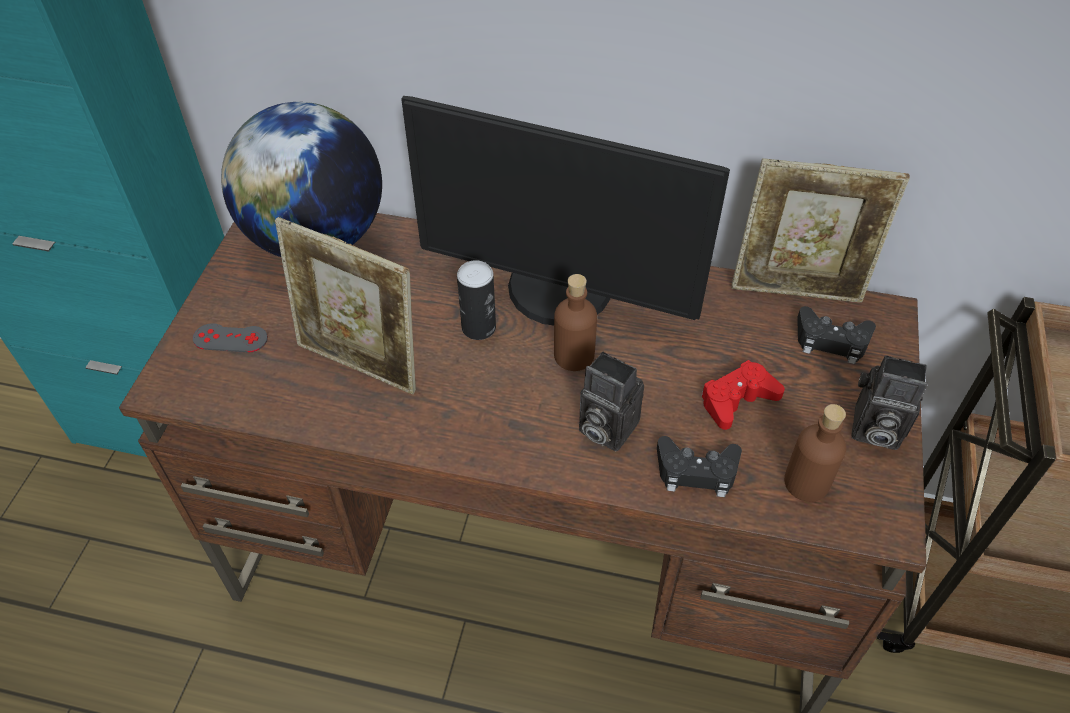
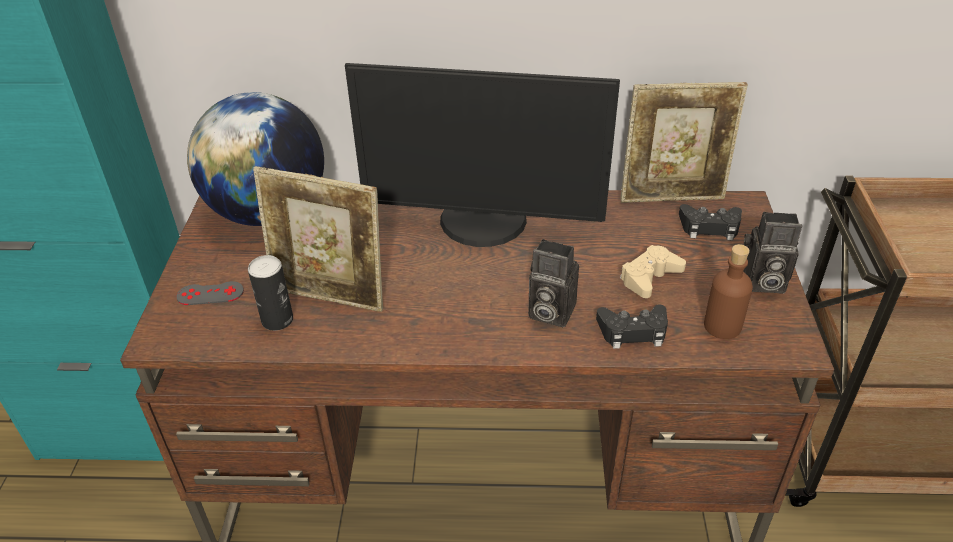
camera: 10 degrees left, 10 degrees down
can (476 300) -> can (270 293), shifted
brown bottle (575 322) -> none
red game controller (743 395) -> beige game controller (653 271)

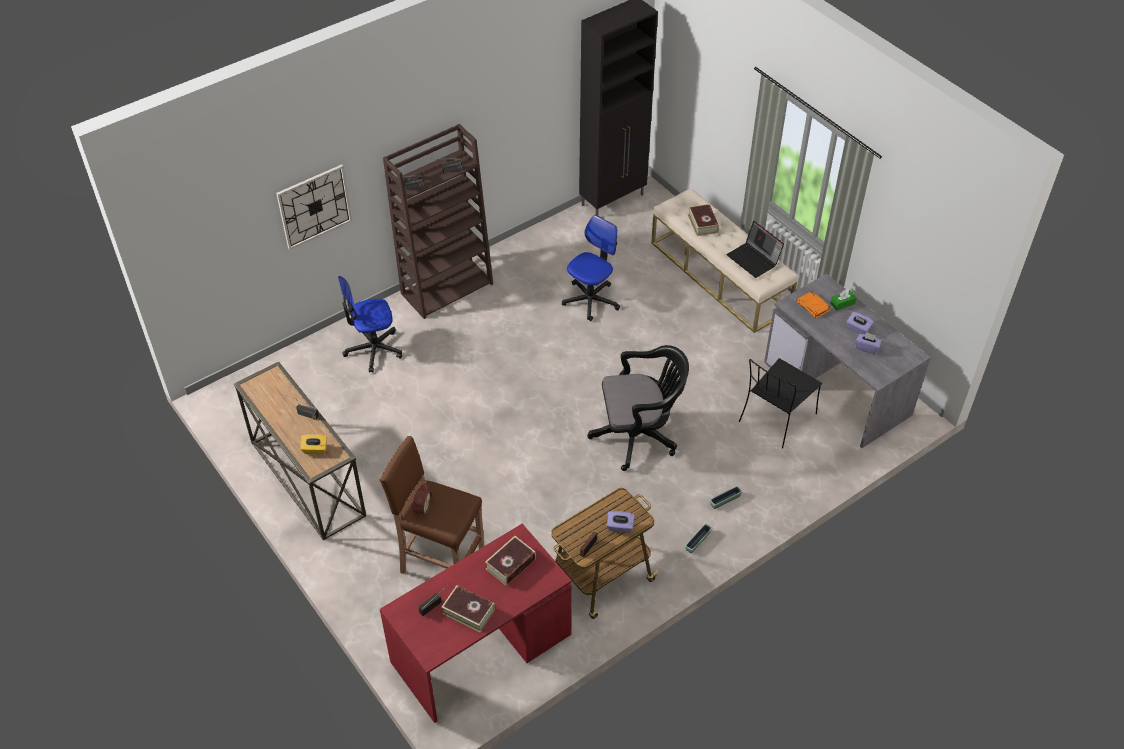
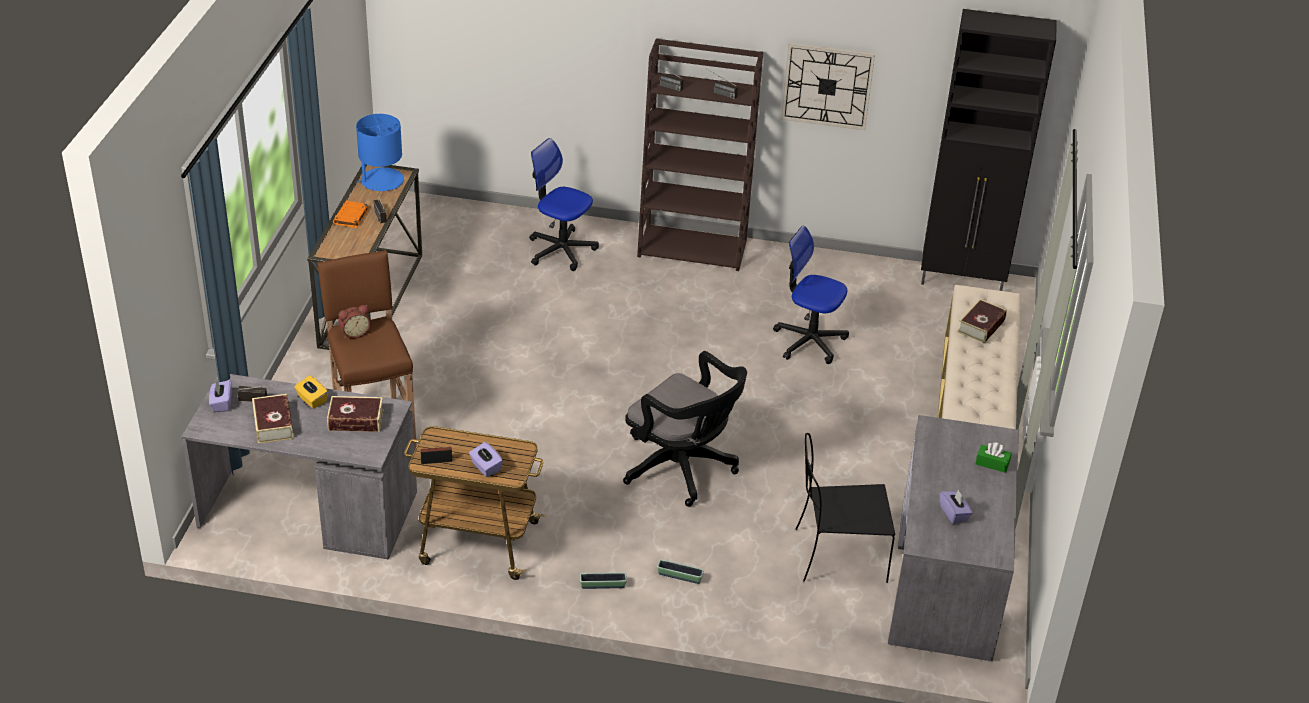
camera: 45 degrees right, 10 degrees down
wall clock (314 207) -> wall clock (828 86), shifted
yellow tissue box (313 444) -> yellow tissue box (311 392), shifted
red desk (476 623) -> grey desk (299 466)
office chair (591 268) -> office chair (811 295), 150 degrees counterclockwise
laptop (755 249) -> none
orange book (814 304) -> orange book (351 214), shifted
purple tissue box (860 323) -> purple tissue box (220 396), shifted
none -> blue table lamp (379 152)

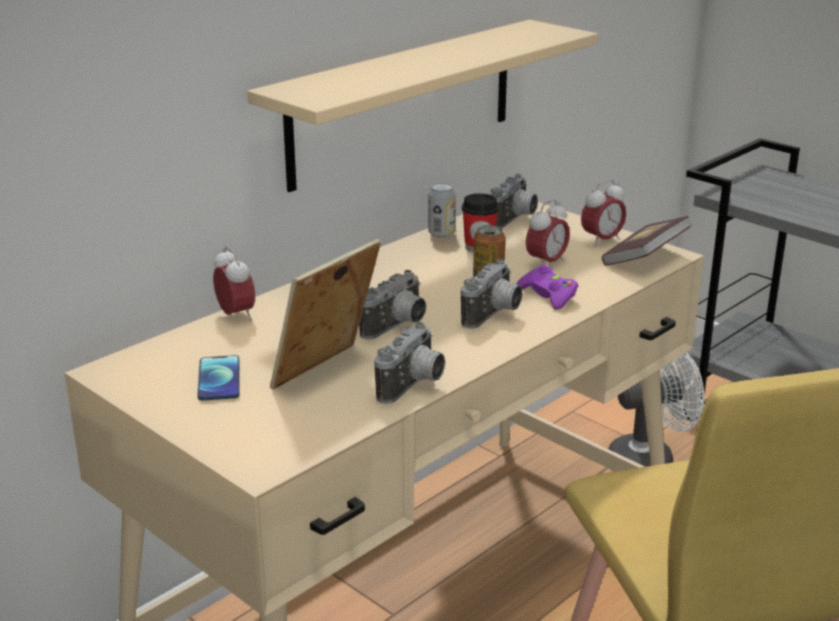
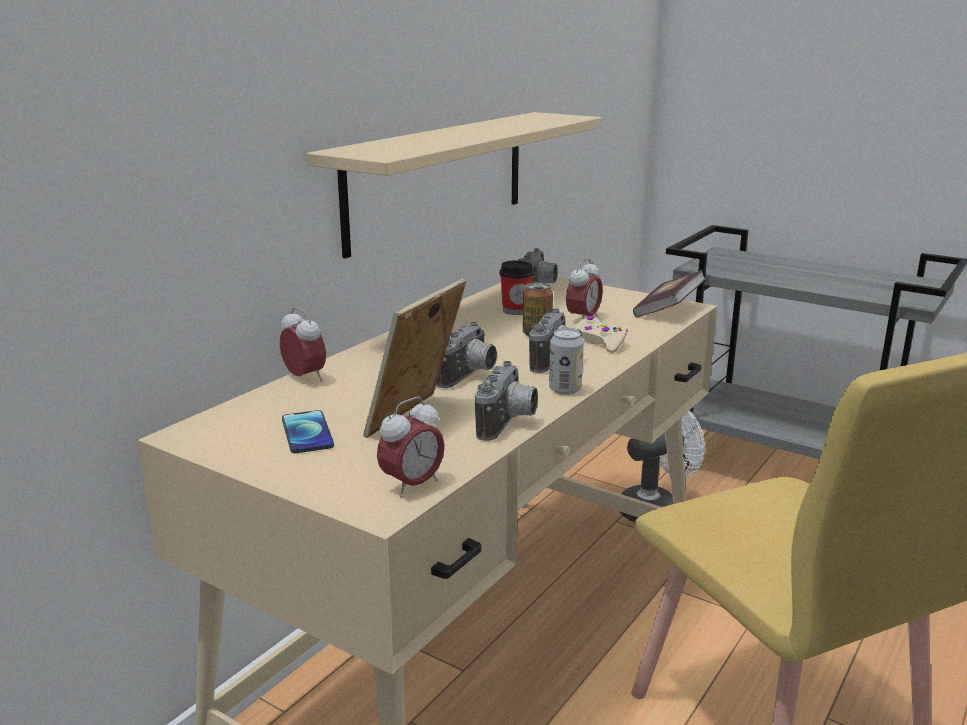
camera: 10 degrees left, 5 degrees down
can (442 210) -> can (566 362), shifted
purple game controller (547 287) -> beige game controller (600 334)
alarm clock (603 213) -> alarm clock (411 447), shifted

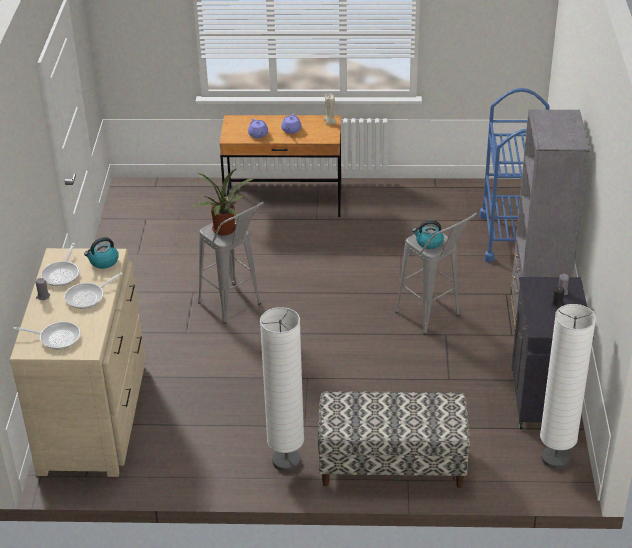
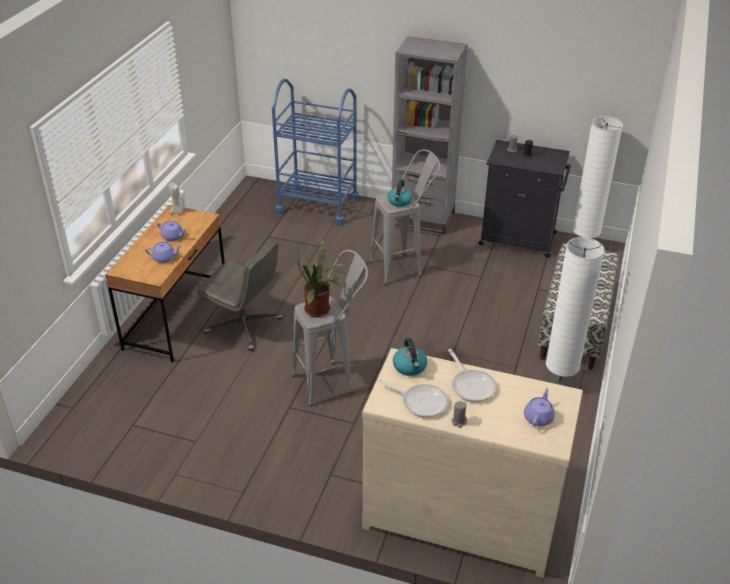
camera: 75 degrees left, 0 degrees up
frying pan (47 335) -> purple teapot (539 407)
none -> grey office chair (240 295)

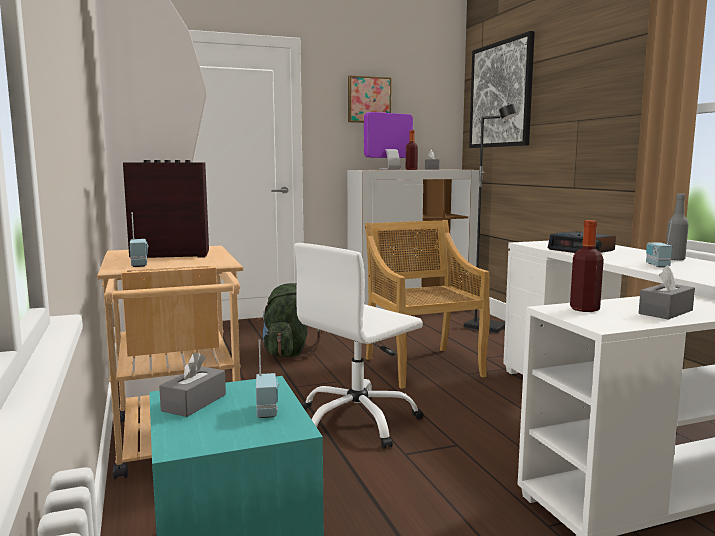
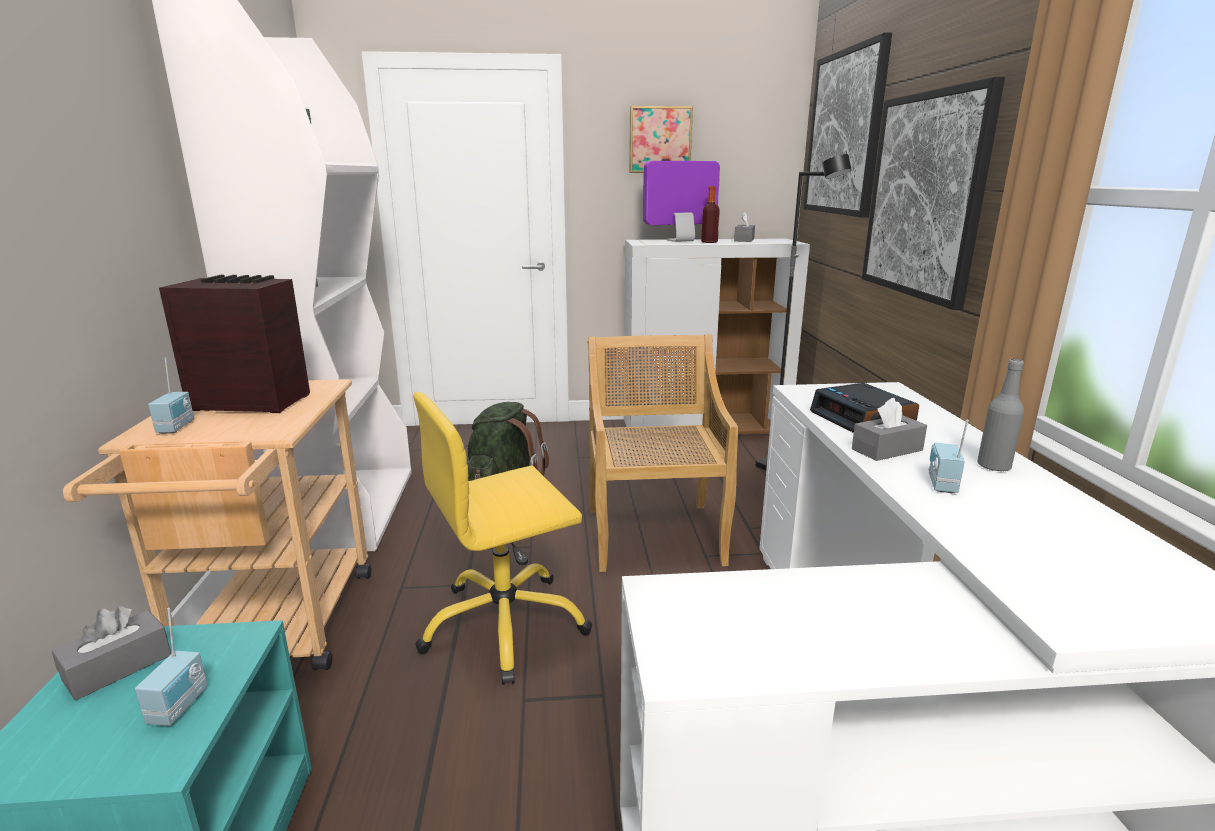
camera: 15 degrees right, 10 degrees up
white office chair (358 346) -> yellow office chair (502 538)
bottle (587 266) -> none
grey tissue box (667 292) -> grey tissue box (889 429), shifted
none -> picture (933 193)

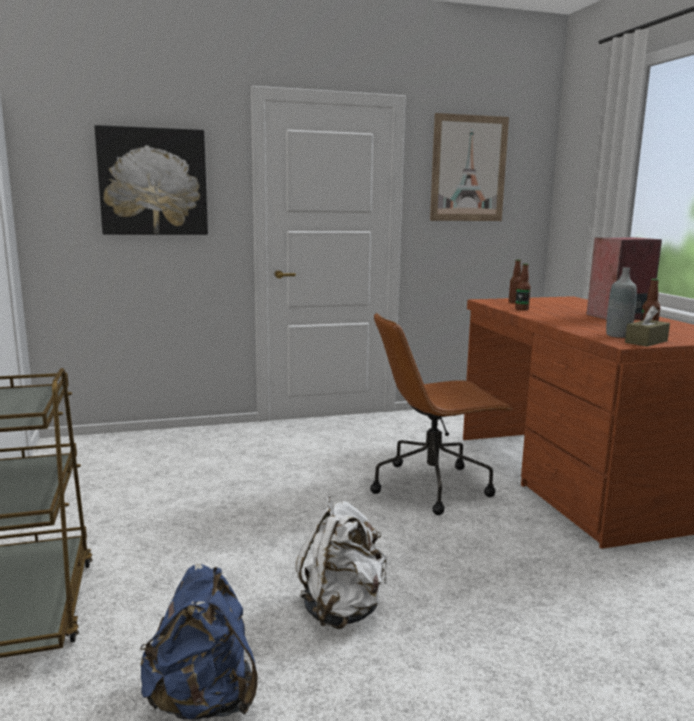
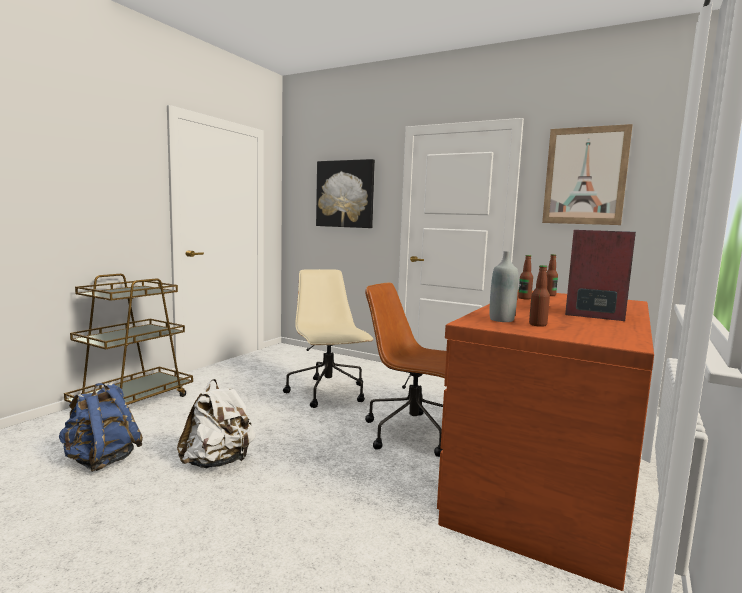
camera: 45 degrees right, 5 degrees down
brown tissue box (647 326) -> none
none -> beige office chair (328 338)

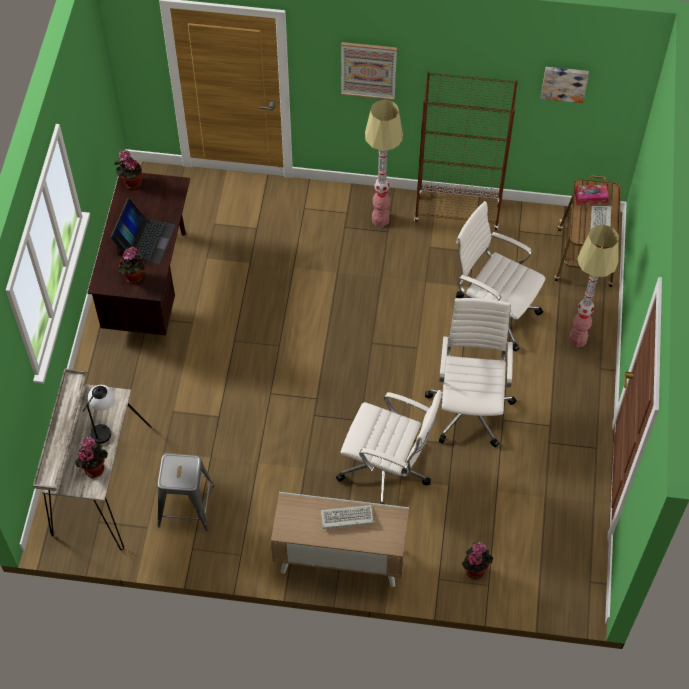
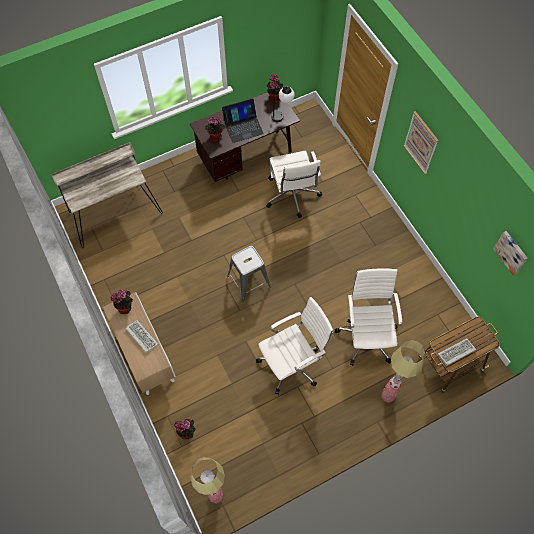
camera: 55 degrees right, 5 degrees up
potted plant (91 457) -> potted plant (122 301), shifted
table lamp (98 414) -> table lamp (282 104), shifted
grey stool (186 492) -> grey stool (249 274), shifted
white office chair (389 447) -> white office chair (294 184), shifted
floor lamp (384 163) -> floor lamp (207 480), shifted
brown bookcase (466 151) -> none
tissue box (592 195) -> none

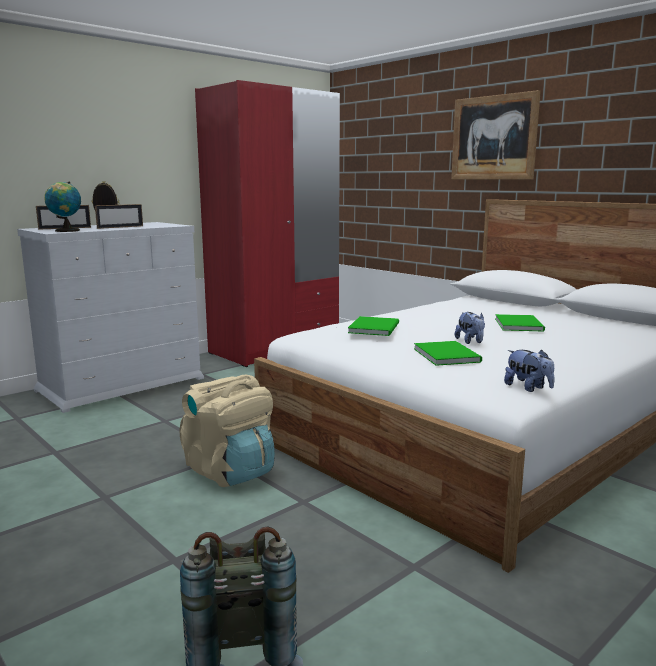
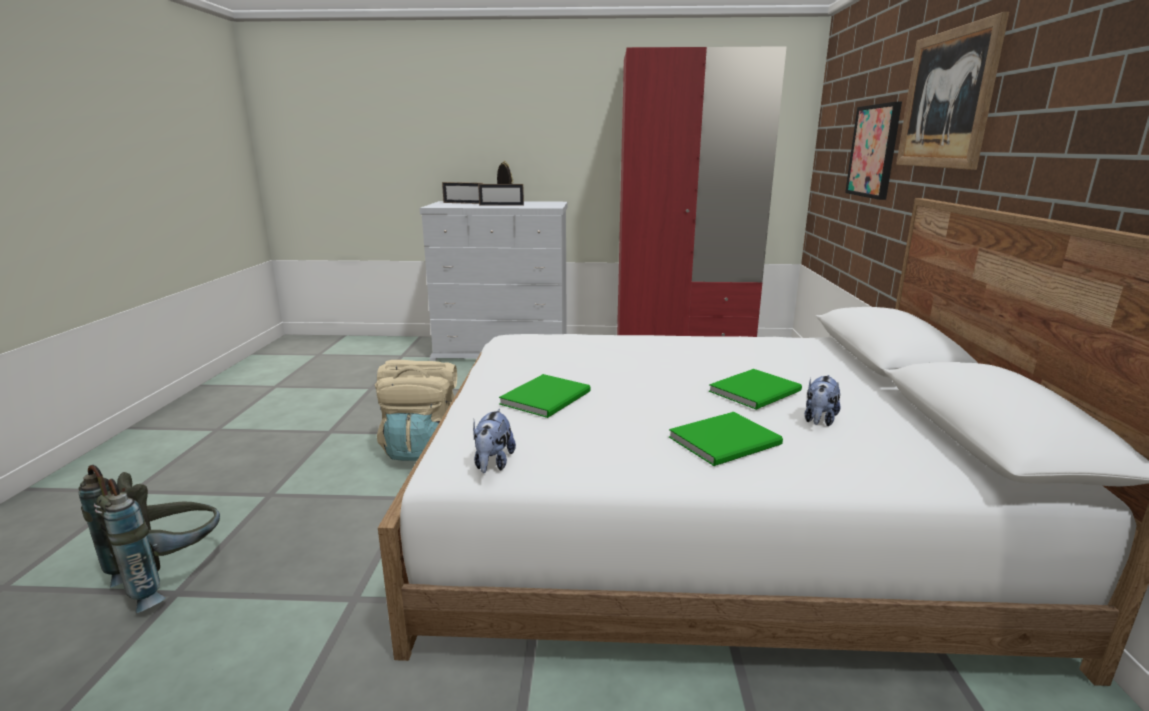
camera: 45 degrees right, 5 degrees up
globe (62 207) -> none
green book (373 326) -> green book (726 439), shifted
plush toy (470 328) -> plush toy (822 400), shifted
none -> picture (873 151)

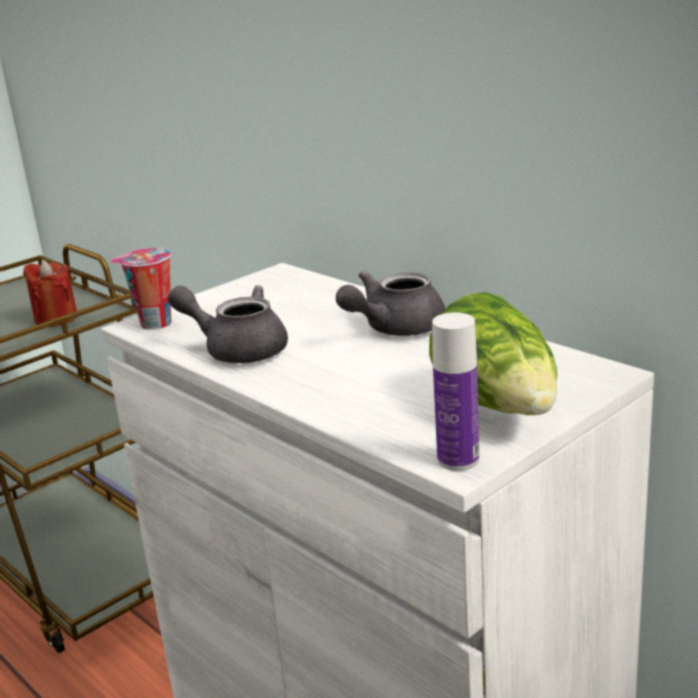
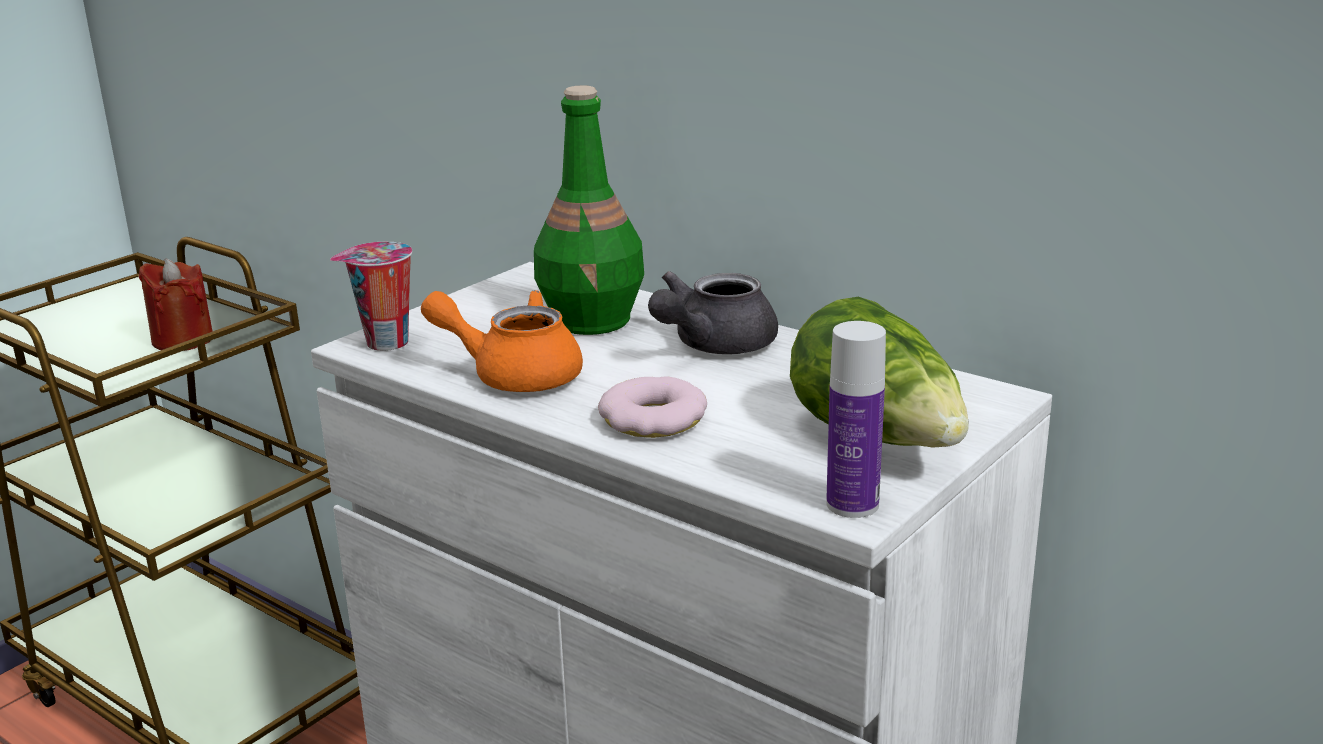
camera: 10 degrees left, 0 degrees up
grey teapot (228 324) -> orange teapot (502 341)
none -> green bottle (589 210)
none -> donut (652 407)

